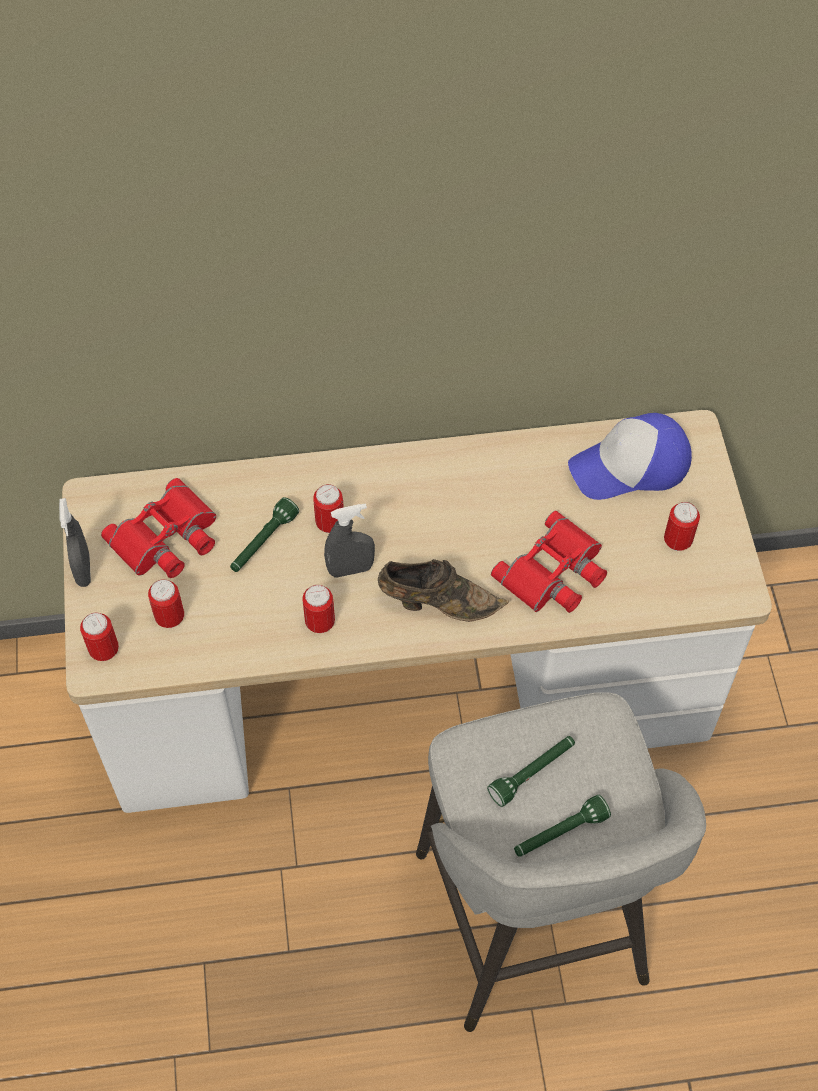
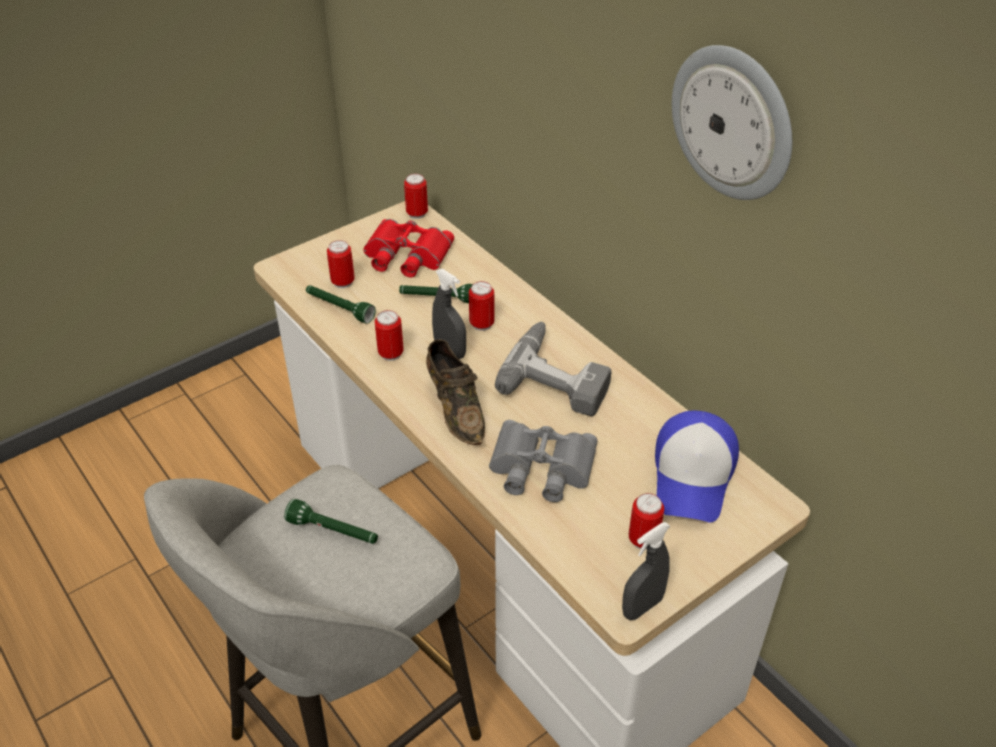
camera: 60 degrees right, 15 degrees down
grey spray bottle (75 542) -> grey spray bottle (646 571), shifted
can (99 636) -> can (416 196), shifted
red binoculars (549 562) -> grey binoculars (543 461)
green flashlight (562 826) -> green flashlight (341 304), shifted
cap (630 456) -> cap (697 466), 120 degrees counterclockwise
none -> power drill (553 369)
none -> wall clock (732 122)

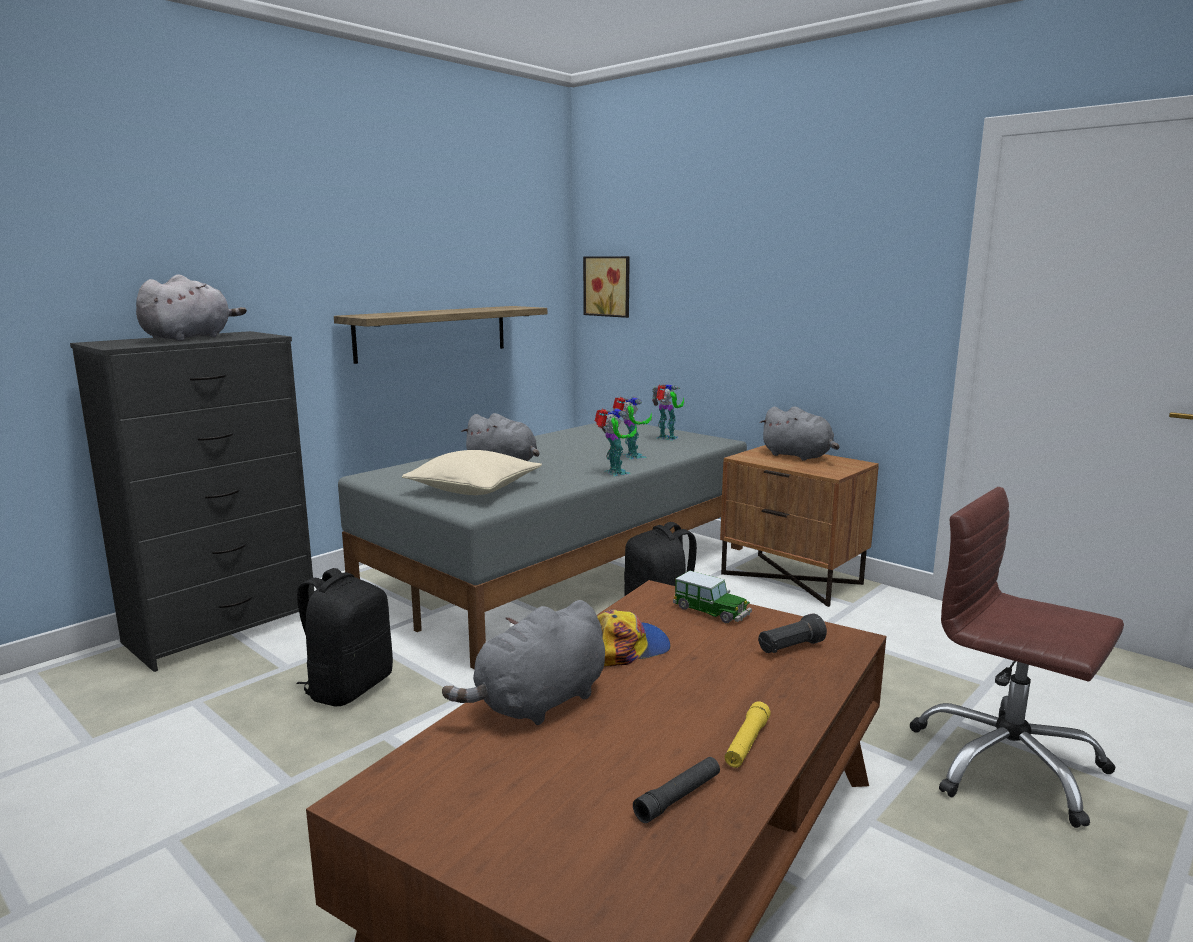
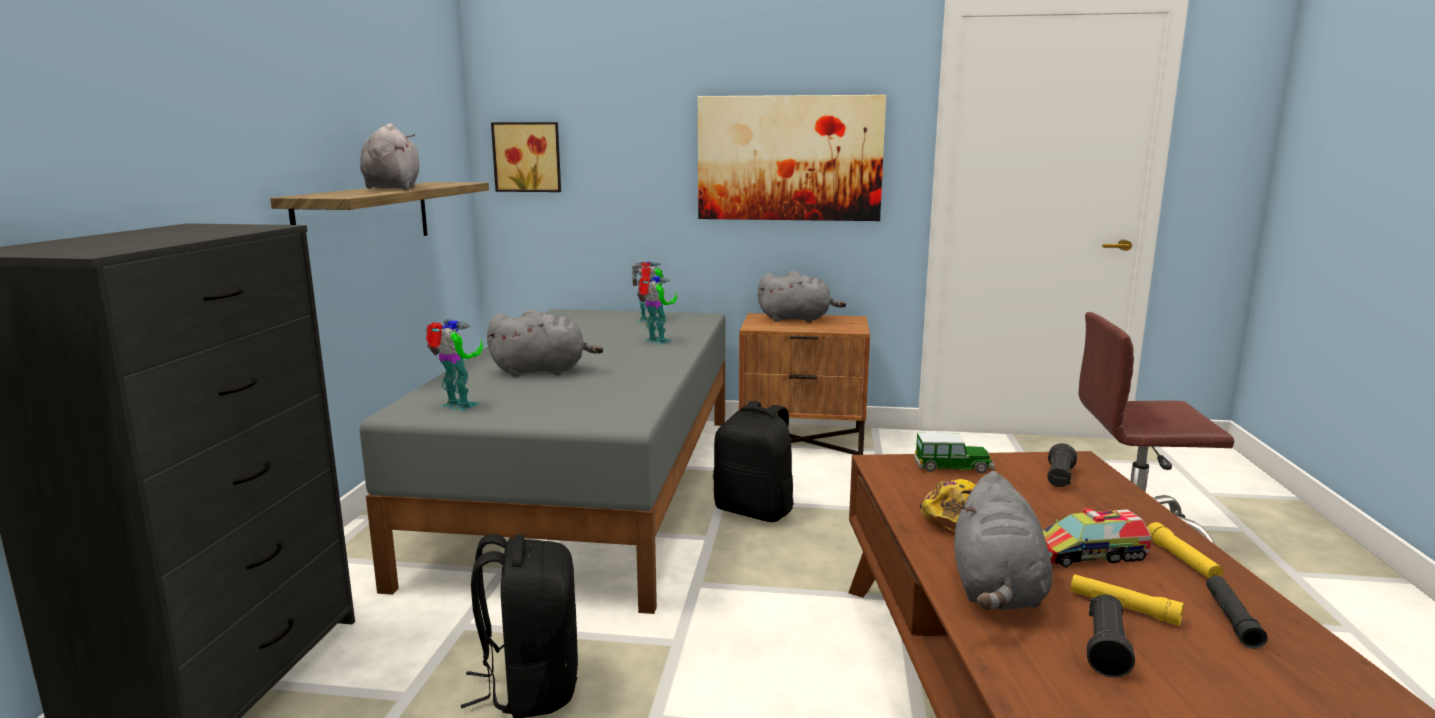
camera: 35 degrees left, 0 degrees up
grey plush toy (191 307) -> grey plush toy (389 156), shifted
beige pillow (472 472) -> none
toy robot (616 442) -> toy robot (454 365), shifted
none -> picture (792 158)
none -> toy truck (1097 538)
none -> yellow flashlight (1127 600)
none -> black flashlight (1111 636)

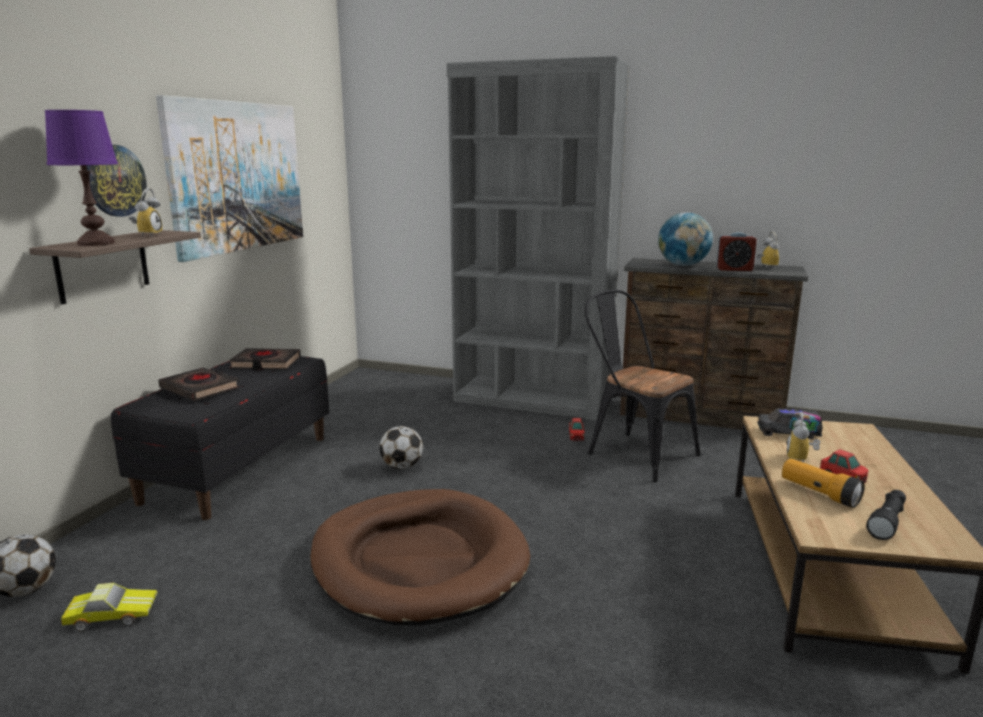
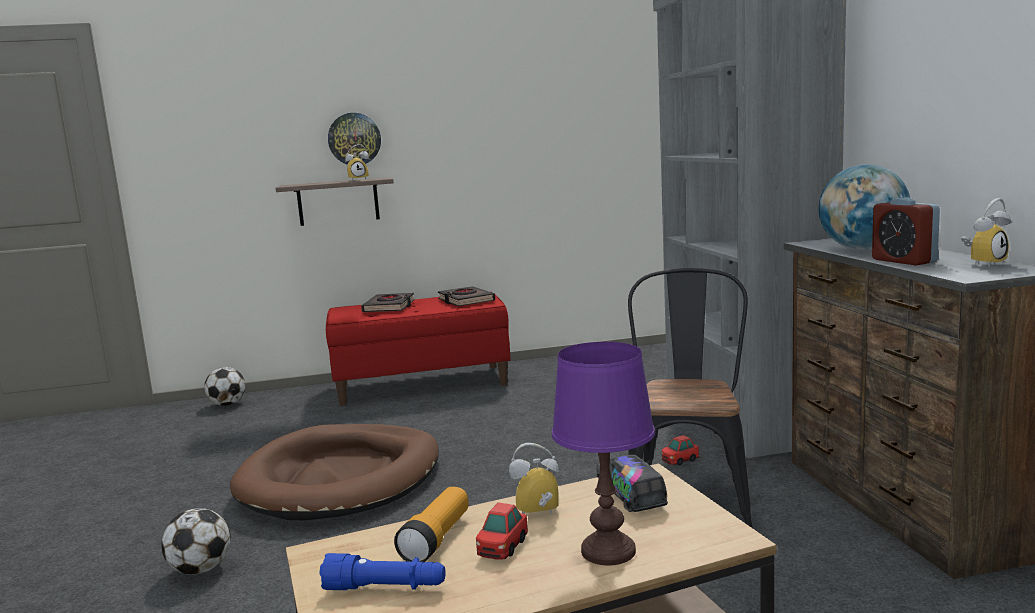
camera: 60 degrees right, 5 degrees down
purple table lamp (81 178) -> purple table lamp (603 454), shifted
toy car (109 607) -> none
black bench (220 438) -> red bench (418 349)
picture (229 178) -> none
football (401 447) -> football (196 541), shifted
black flashlight (886 515) -> blue flashlight (382 571)

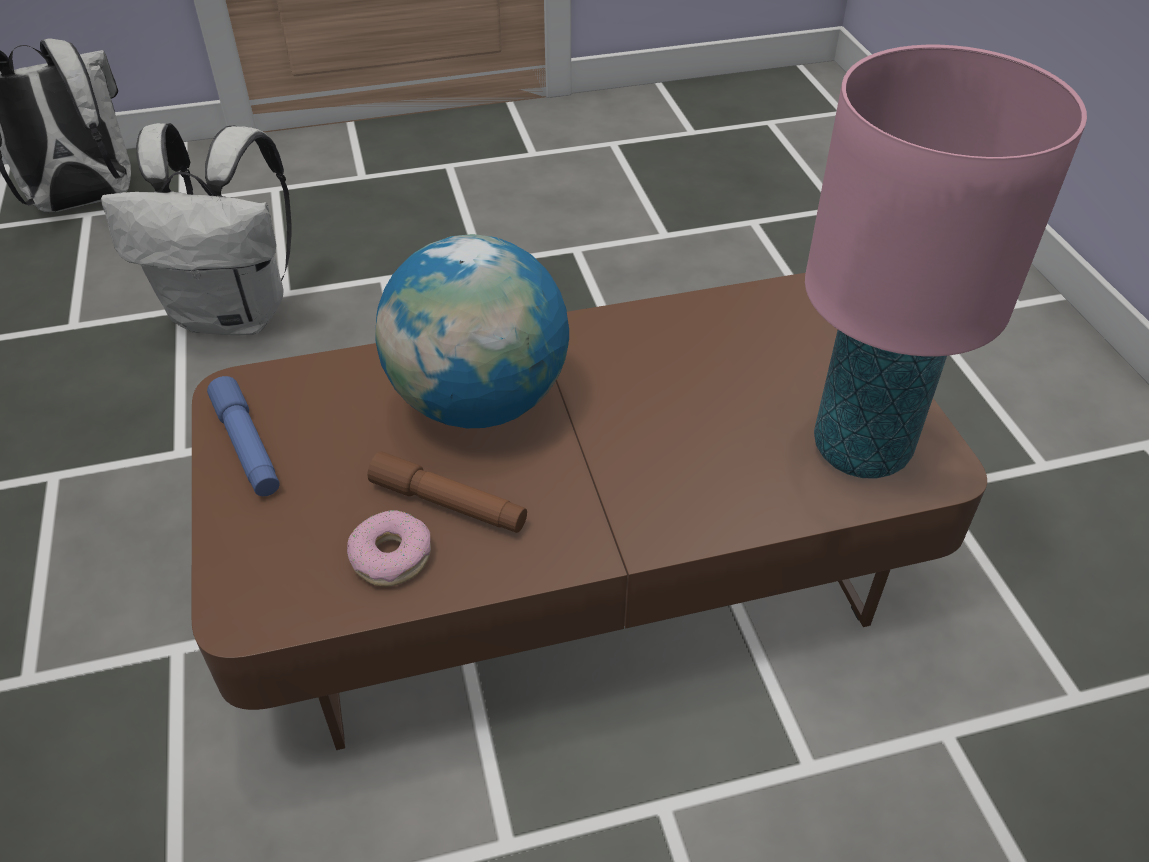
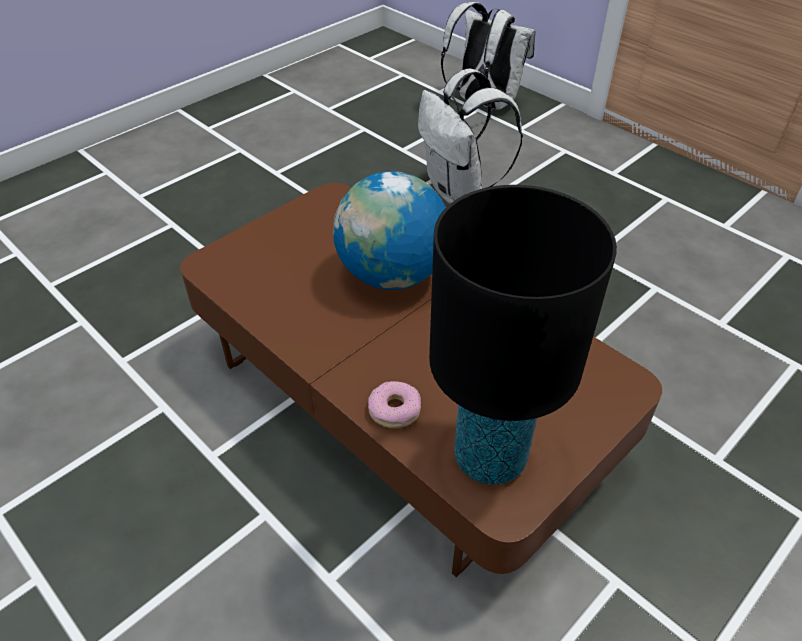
camera: 60 degrees right, 0 degrees up
blue flashlight (243 436) -> none
donut (389 548) -> donut (394 404), shifted
brown flashlight (447 492) -> none
pink table lamp (946 262) -> black table lamp (523 335)

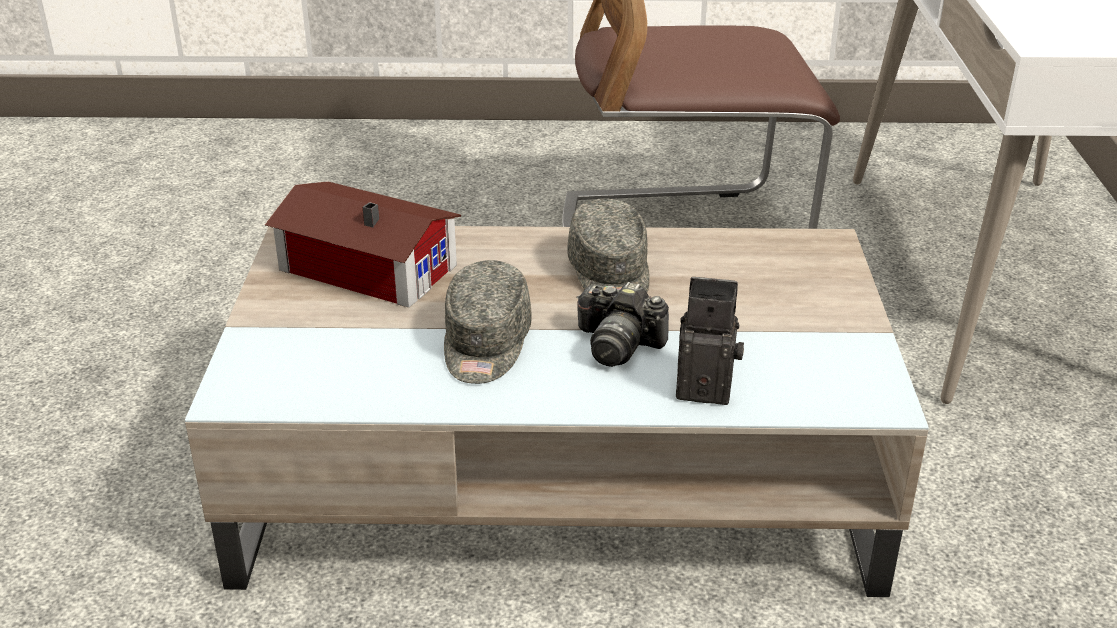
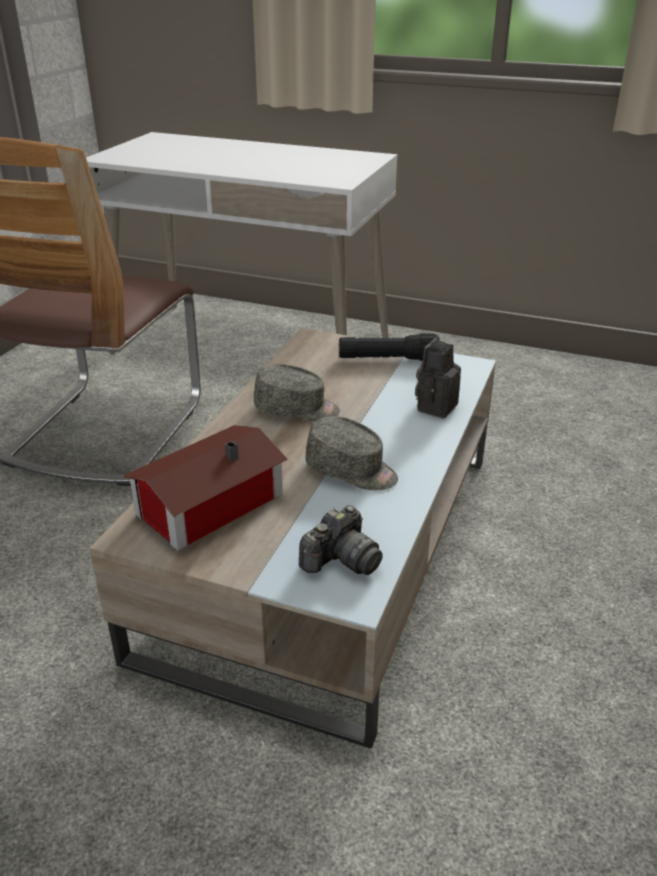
camera: 70 degrees left, 0 degrees up
photo camera (623 324) -> photo camera (341 540), shifted
none -> black flashlight (389 347)

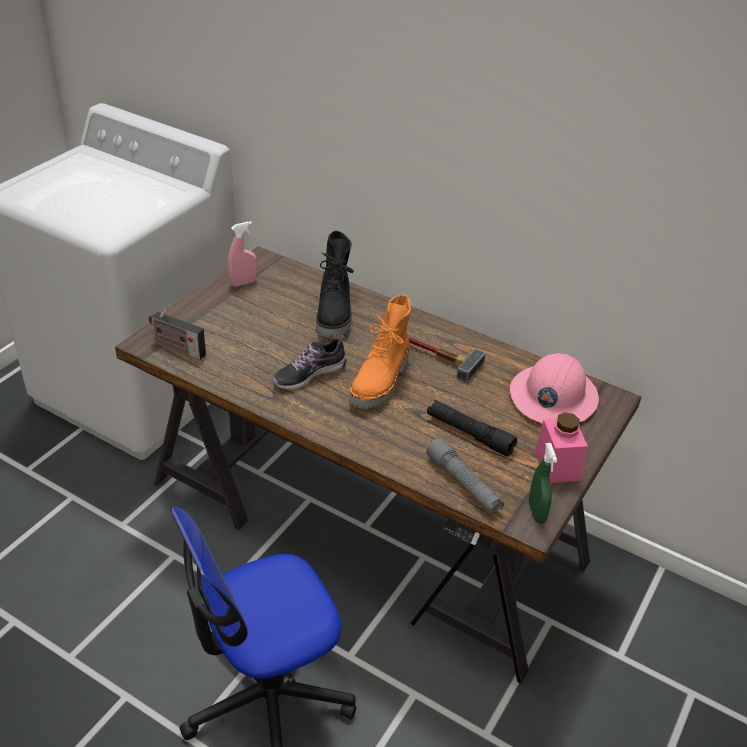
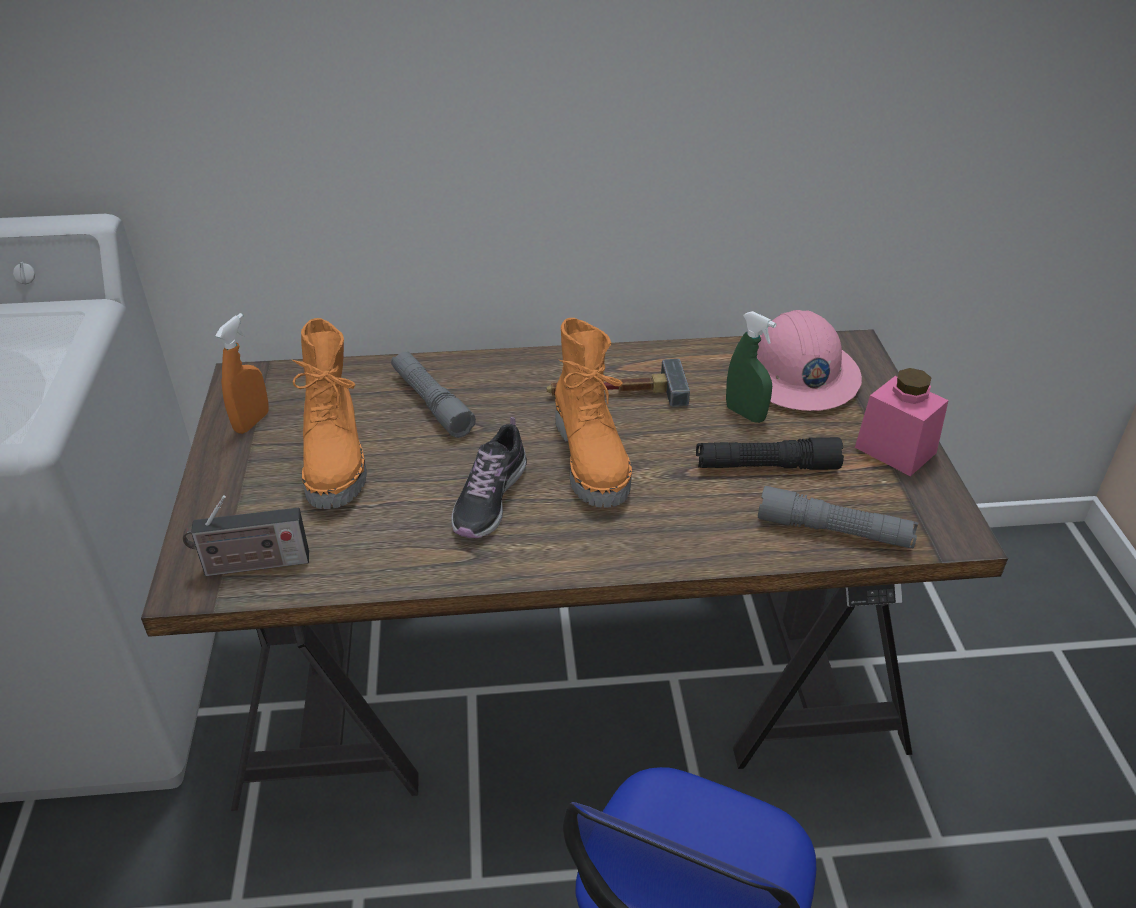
camera: 35 degrees left, 0 degrees up
pink spray bottle (242 253) -> orange spray bottle (242 373)
black boot (335 284) -> grey flashlight (433 395)
green spray bottle (543 483) -> green spray bottle (751 367), shifted
none -> orange boot (329 413)

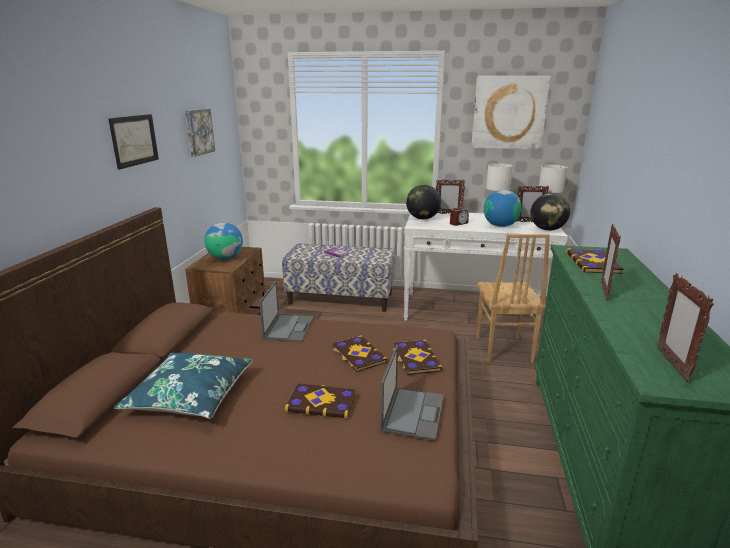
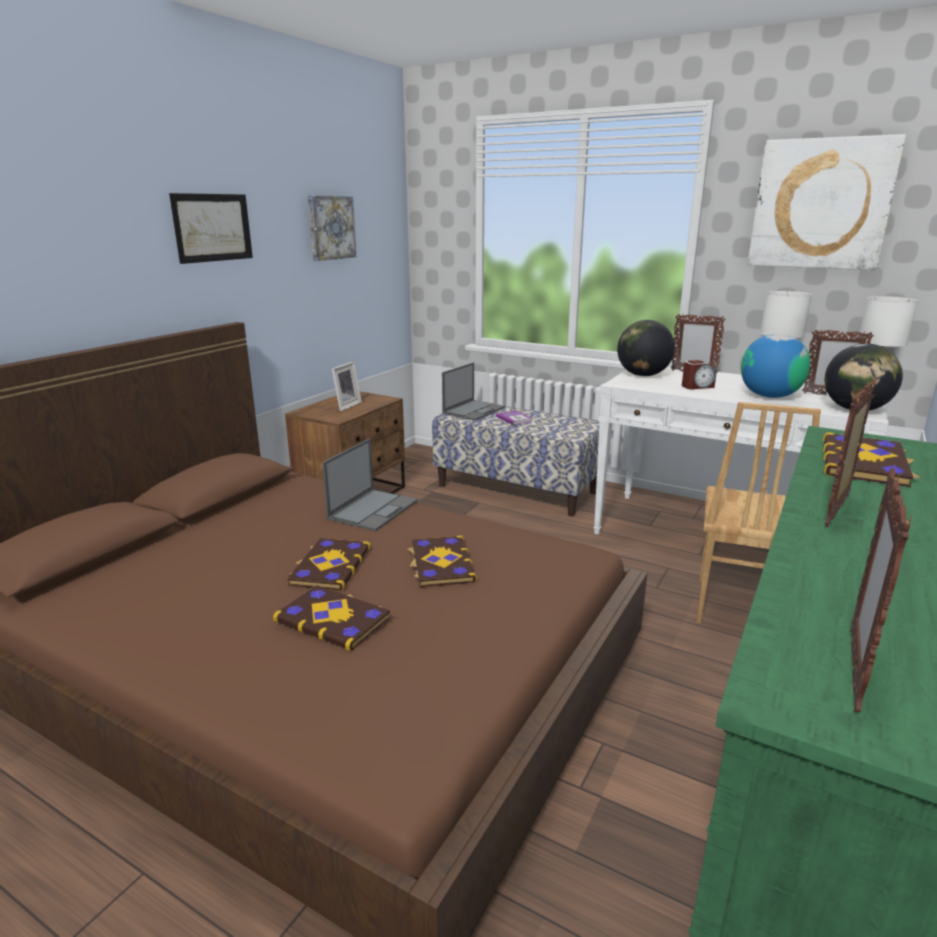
camera: 20 degrees right, 0 degrees up
blue pillow (183 385) -> none
globe (224 241) -> picture frame (347 386)
laptop (412 393) -> laptop (473 391), shifted
book (417 357) -> book (329 564), shifted

